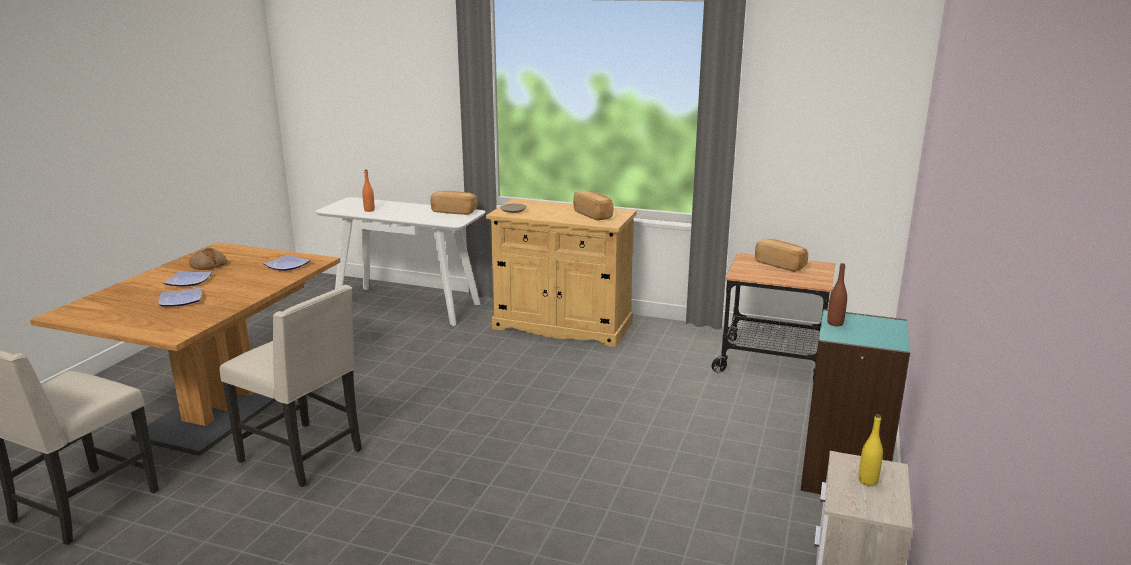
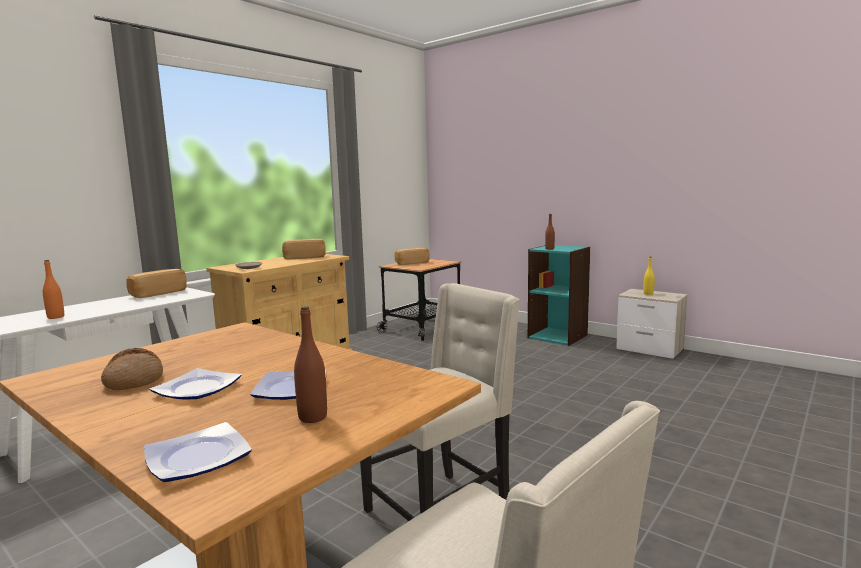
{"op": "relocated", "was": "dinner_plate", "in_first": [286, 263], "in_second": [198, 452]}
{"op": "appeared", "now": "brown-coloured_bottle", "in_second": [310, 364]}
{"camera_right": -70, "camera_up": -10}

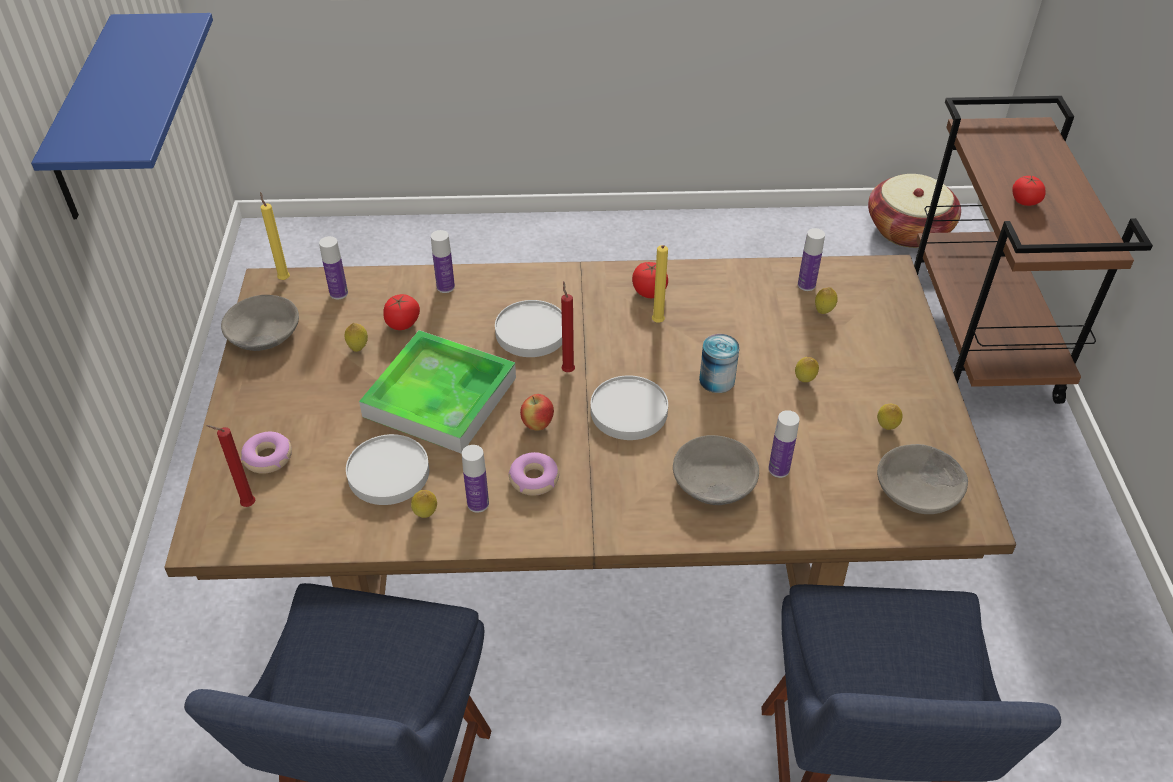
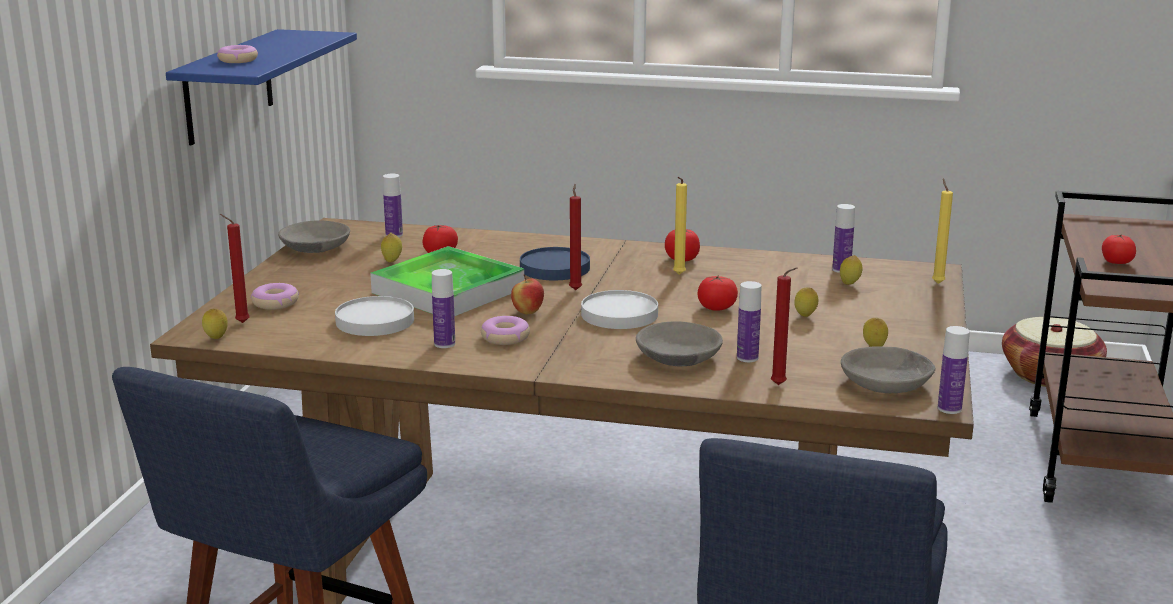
{"op": "relocated", "was": "yellow_candle", "in_first": [275, 236], "in_second": [942, 231]}
{"op": "relocated", "was": "bottle", "in_first": [443, 261], "in_second": [954, 370]}
{"op": "colour", "was": "whitish_dinner_plate", "now": "blue_dinner_plate", "in_first": [528, 328], "in_second": [555, 263]}
{"op": "exchanged", "was": "metal_can", "now": "whole_tomato", "in_first": [719, 363], "in_second": [718, 293]}
{"op": "relocated", "was": "whole_lemon", "in_first": [424, 504], "in_second": [215, 324]}
{"op": "appeared", "now": "doughnut", "in_second": [237, 54]}
{"op": "appeared", "now": "red-coloured_candle", "in_second": [784, 326]}
{"camera_right": 15, "camera_up": -25}

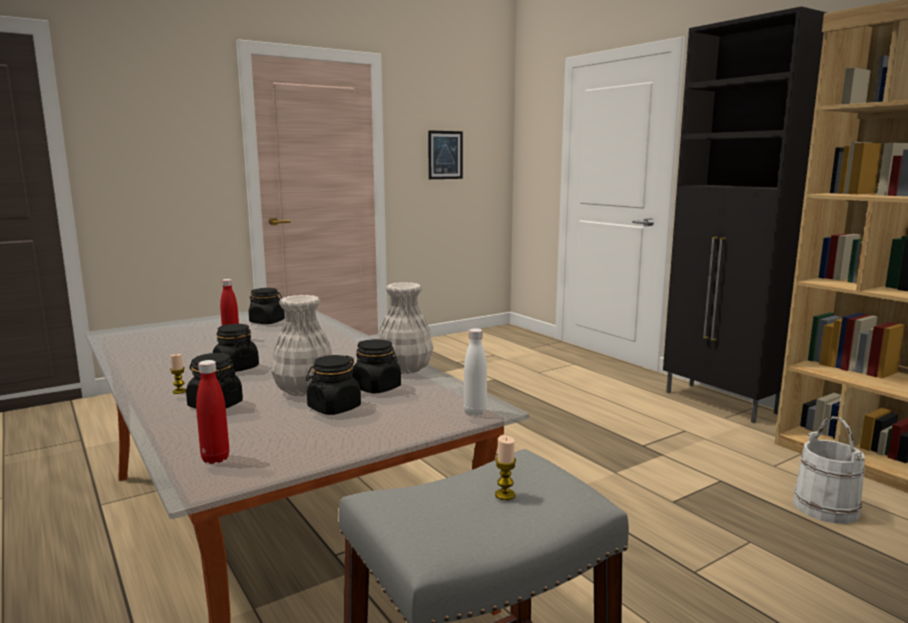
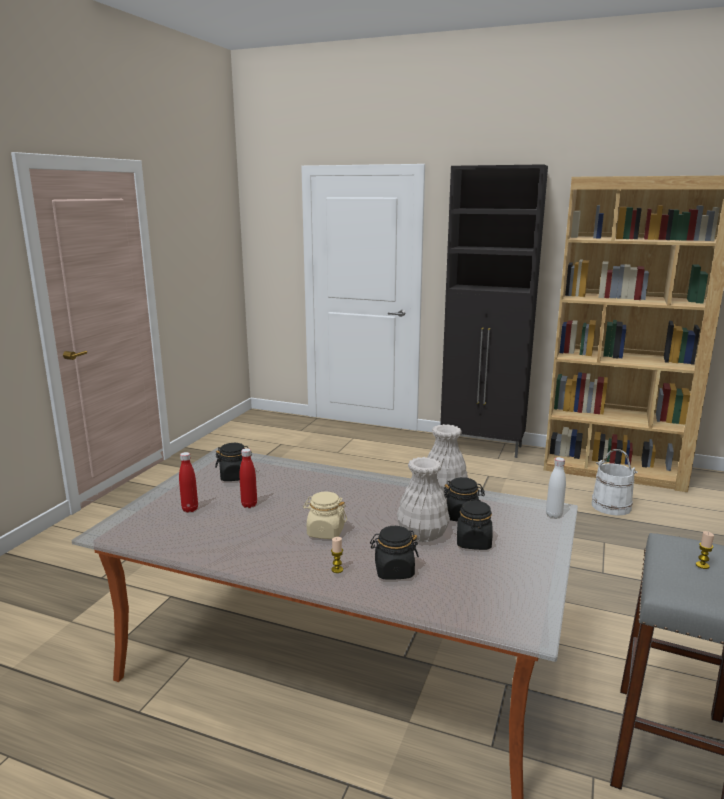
{"op": "missing", "was": "picture", "in_first": [445, 154]}
{"op": "colour", "was": "blackish_preserve_jar", "now": "sand-coloured_preserve_jar", "in_first": [236, 348], "in_second": [325, 515]}
{"op": "relocated", "was": "red-coloured_bottle", "in_first": [212, 412], "in_second": [188, 482]}
{"camera_right": -35, "camera_up": 5}

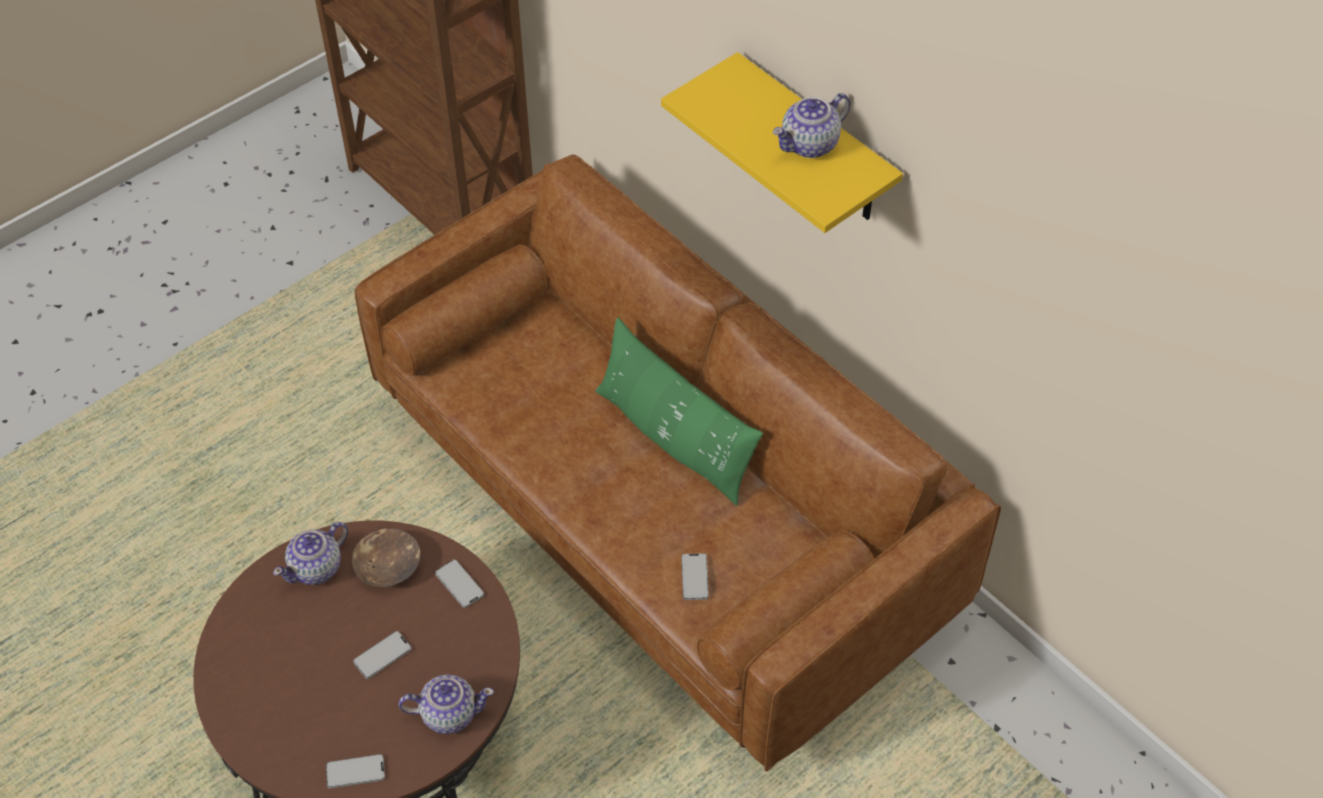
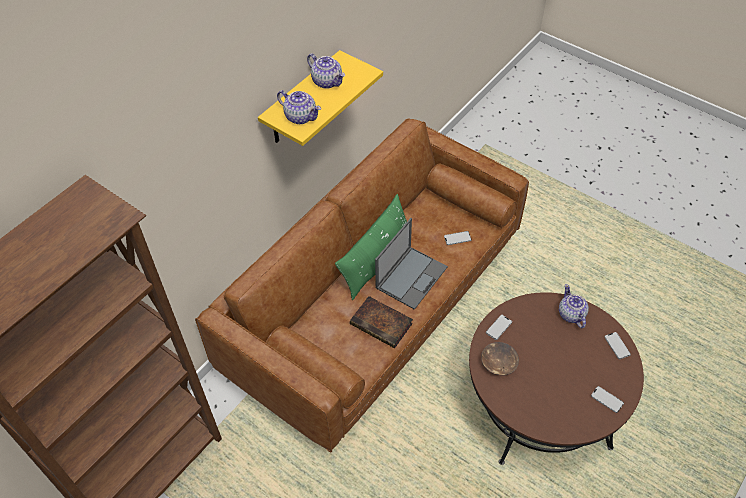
{"op": "relocated", "was": "tea_pot", "in_first": [310, 553], "in_second": [299, 107]}
{"op": "relocated", "was": "handset", "in_first": [382, 655], "in_second": [607, 399]}
{"op": "appeared", "now": "laptop", "in_second": [411, 264]}
{"op": "appeared", "now": "book", "in_second": [381, 322]}
{"camera_right": -100, "camera_up": 0}

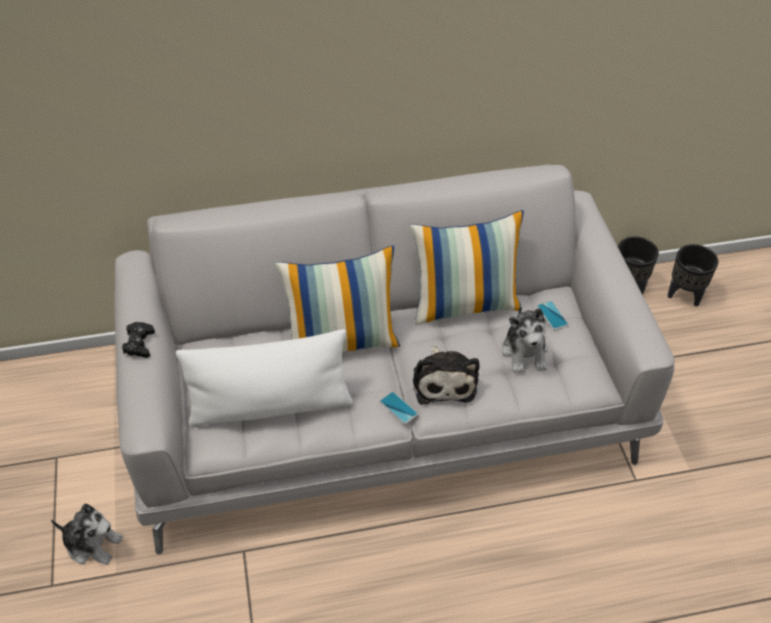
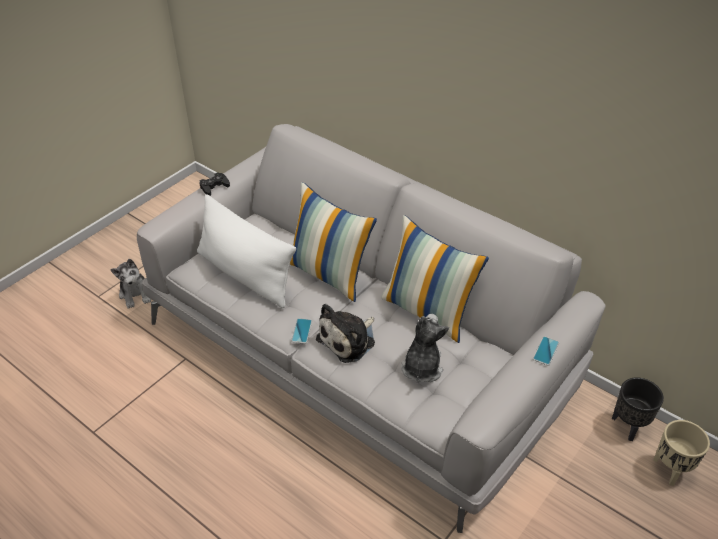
{"op": "colour", "was": "blackish_plant_pot", "now": "sand-coloured_plant_pot", "in_first": [692, 275], "in_second": [681, 453]}
{"op": "relocated", "was": "handset", "in_first": [552, 315], "in_second": [546, 351]}
{"op": "spun", "was": "plush_toy", "in_first": [525, 339], "in_second": [425, 348], "clockwise": 150}
{"camera_right": 50, "camera_up": -5}

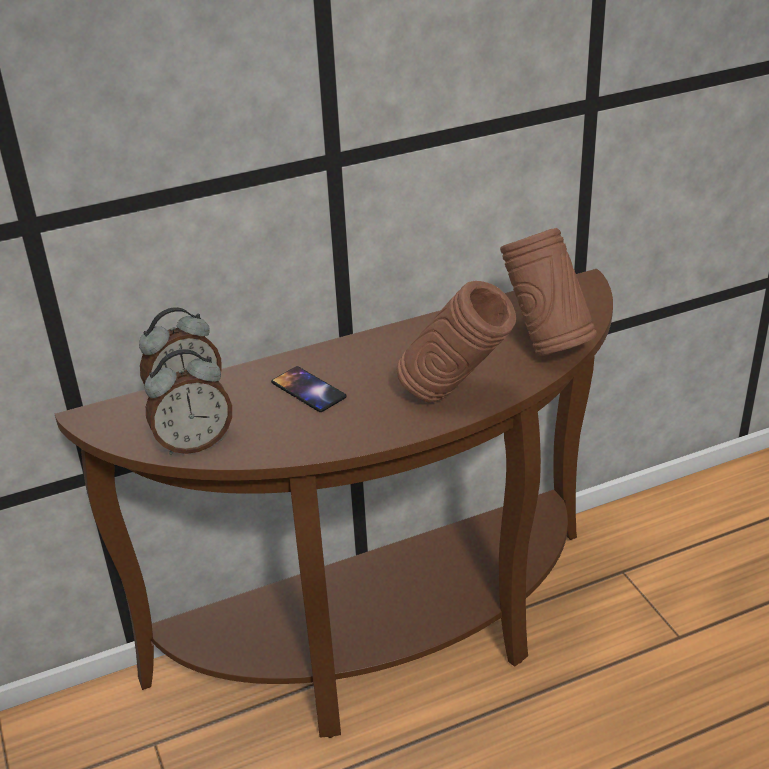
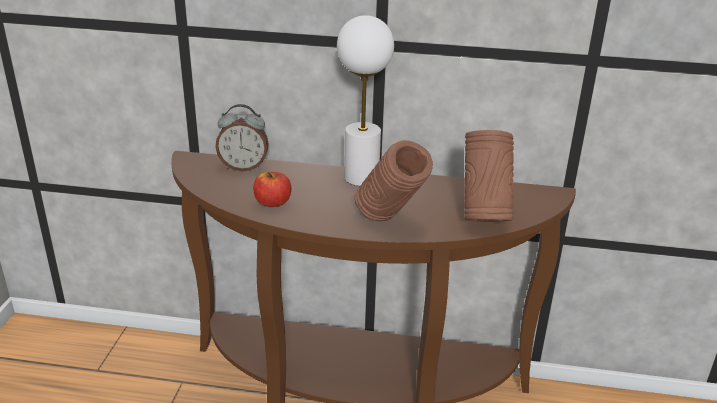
{"op": "missing", "was": "bedside_clock", "in_first": [188, 402]}
{"op": "missing", "was": "handset", "in_first": [309, 389]}
{"op": "appeared", "now": "whitish_table_lamp", "in_second": [365, 100]}
{"op": "appeared", "now": "whole_apple", "in_second": [272, 189]}
{"camera_right": 30, "camera_up": -5}

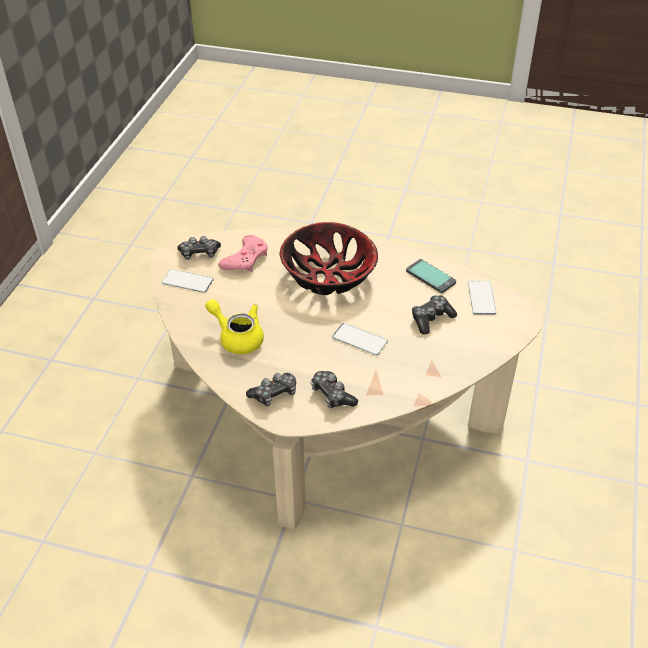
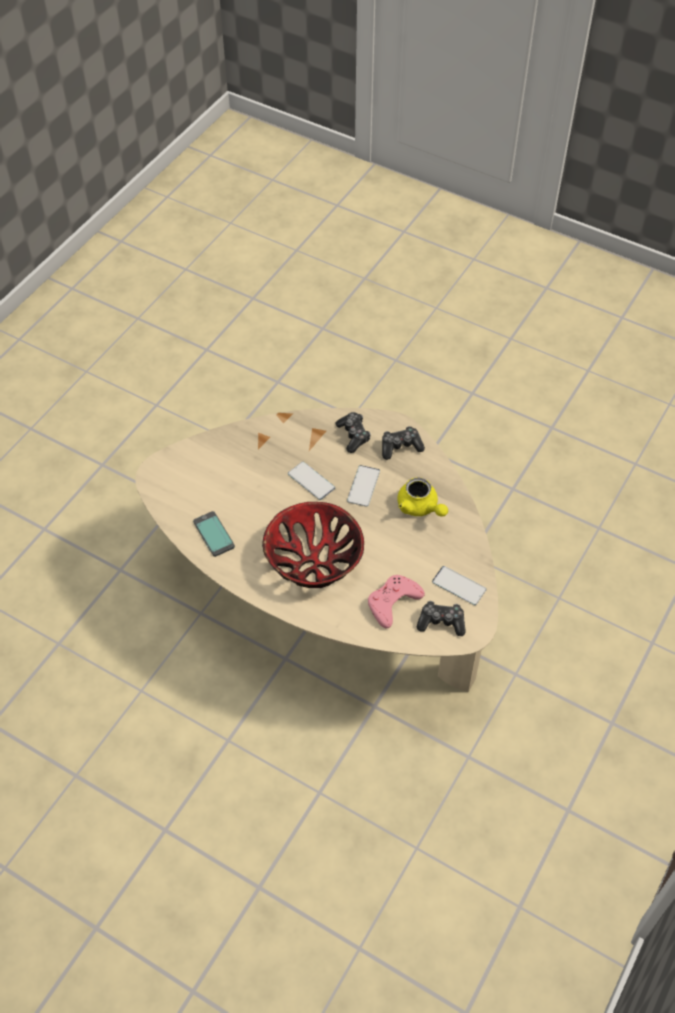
{"op": "relocated", "was": "handset", "in_first": [482, 298], "in_second": [363, 486]}
{"op": "missing", "was": "joypad", "in_first": [434, 315]}
{"camera_right": -165, "camera_up": 10}

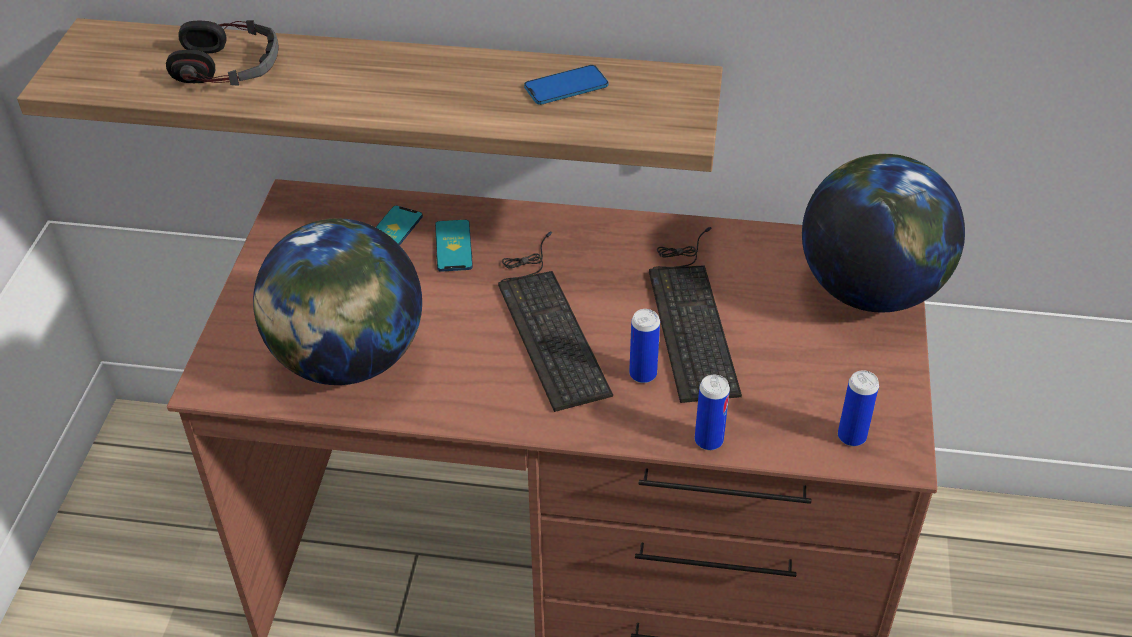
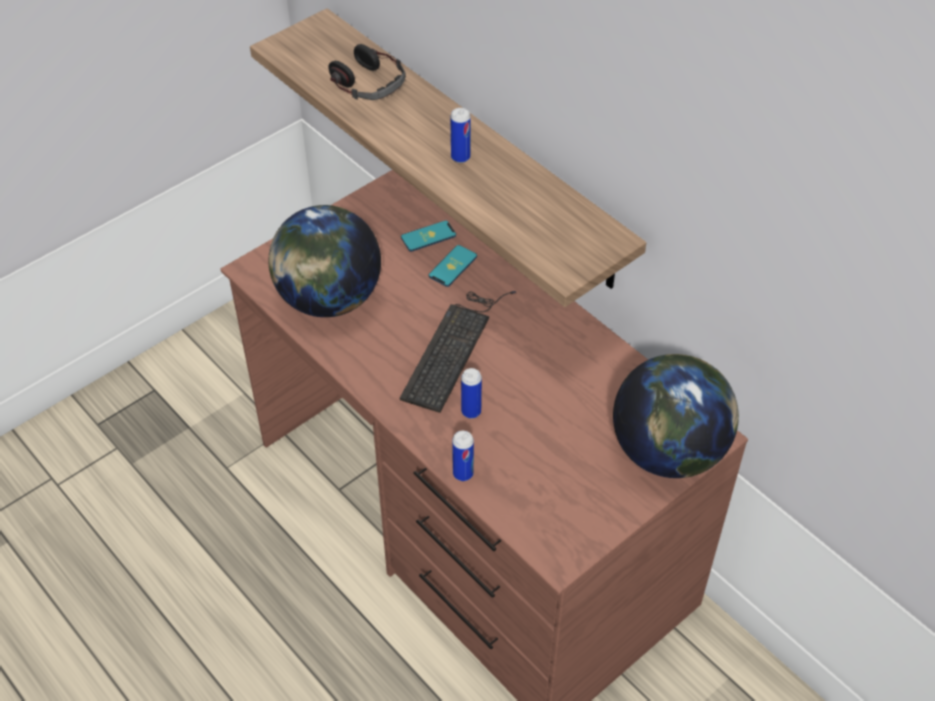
{"op": "missing", "was": "handset", "in_first": [566, 85]}
{"op": "missing", "was": "computer_keyboard", "in_first": [695, 315]}
{"op": "relocated", "was": "metal_can", "in_first": [858, 408], "in_second": [461, 135]}
{"camera_right": 40, "camera_up": 5}

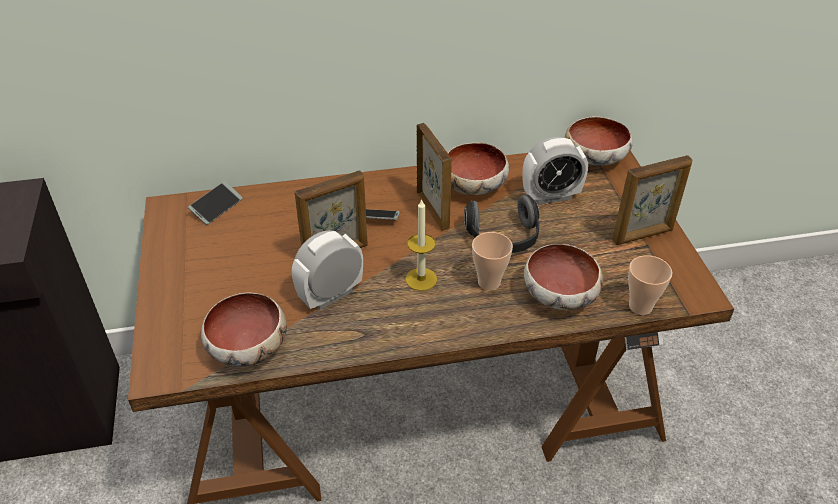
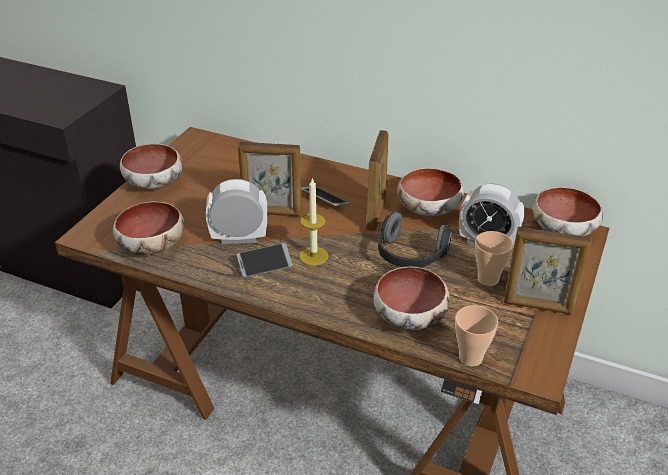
{"op": "relocated", "was": "handset", "in_first": [215, 203], "in_second": [264, 260]}
{"op": "relocated", "was": "drinking_cup", "in_first": [492, 261], "in_second": [494, 258]}
{"op": "appeared", "now": "deep_dish", "in_second": [151, 166]}
{"camera_right": 35, "camera_up": -5}

